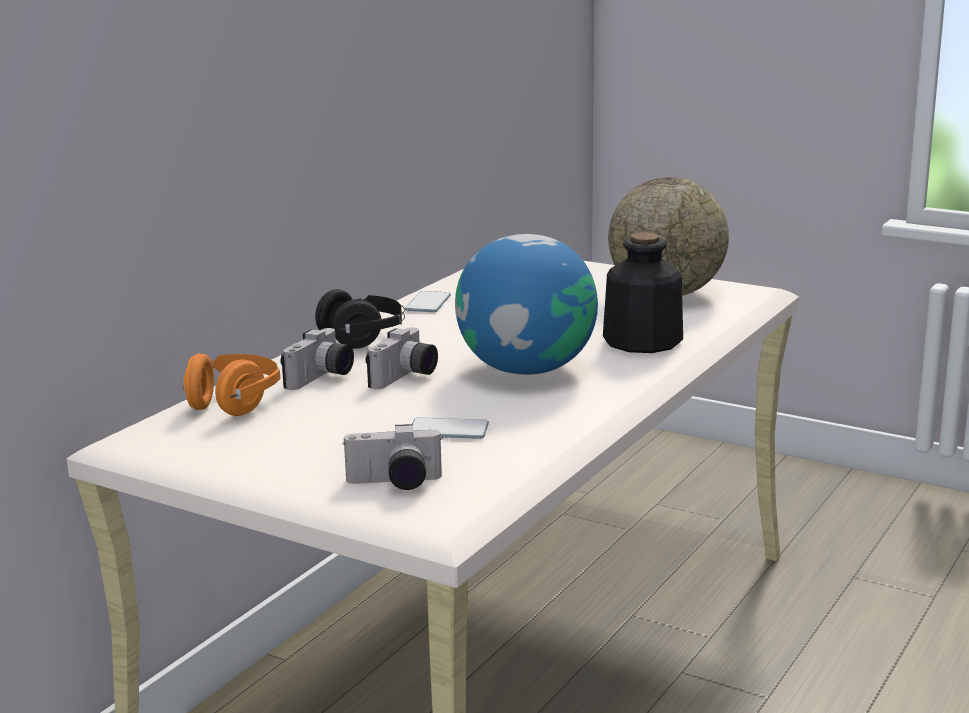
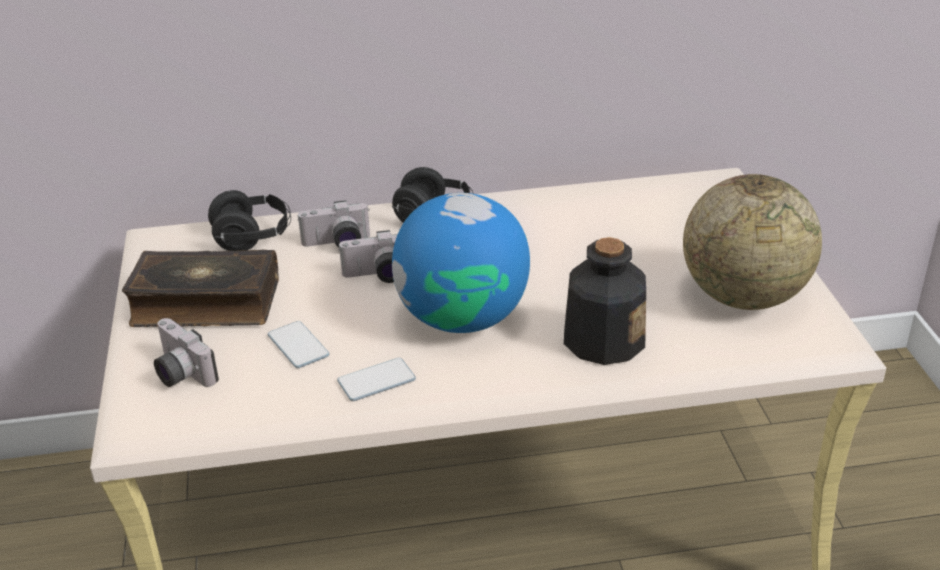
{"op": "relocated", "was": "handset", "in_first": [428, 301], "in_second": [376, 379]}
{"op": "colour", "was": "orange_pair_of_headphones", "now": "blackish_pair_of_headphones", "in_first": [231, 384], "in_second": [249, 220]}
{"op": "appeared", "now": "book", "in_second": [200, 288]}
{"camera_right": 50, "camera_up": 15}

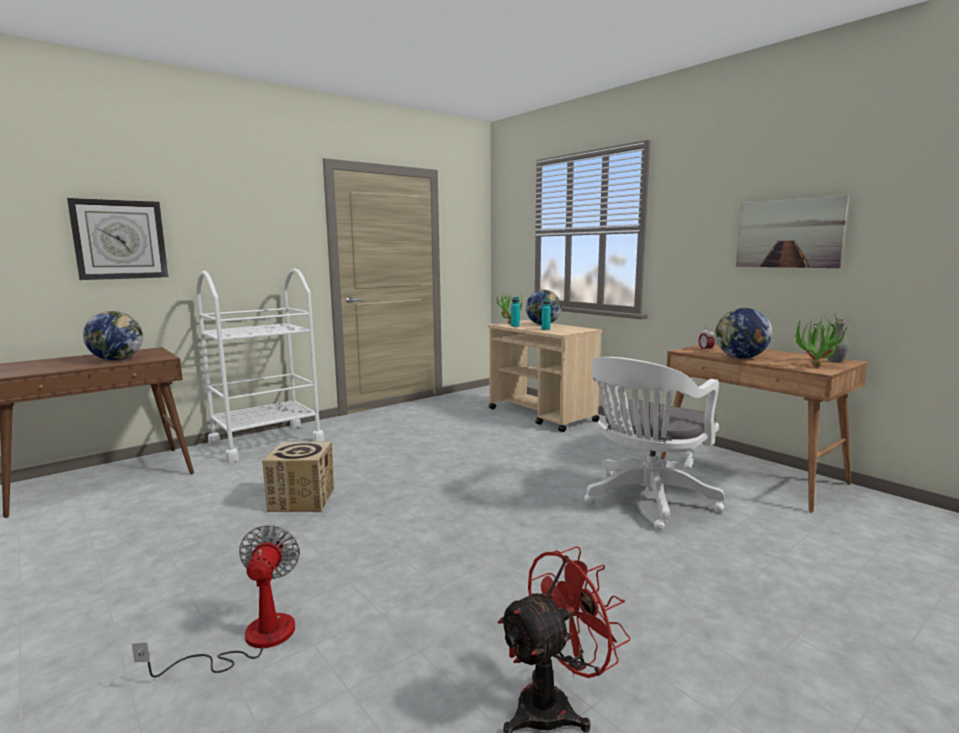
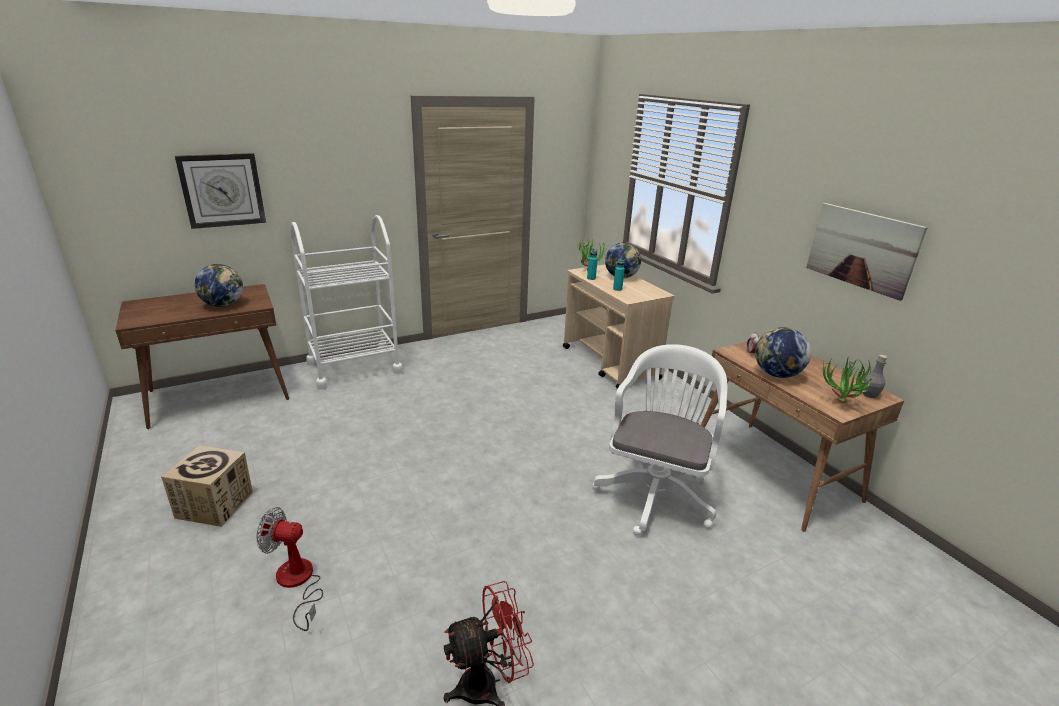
{"op": "spun", "was": "whitish_desk_chair", "in_first": [654, 443], "in_second": [659, 440], "clockwise": 150}
{"op": "relocated", "was": "carton", "in_first": [298, 476], "in_second": [207, 486]}
{"op": "spun", "was": "fan", "in_first": [216, 601], "in_second": [290, 569], "clockwise": -90}
{"camera_right": 10, "camera_up": 15}

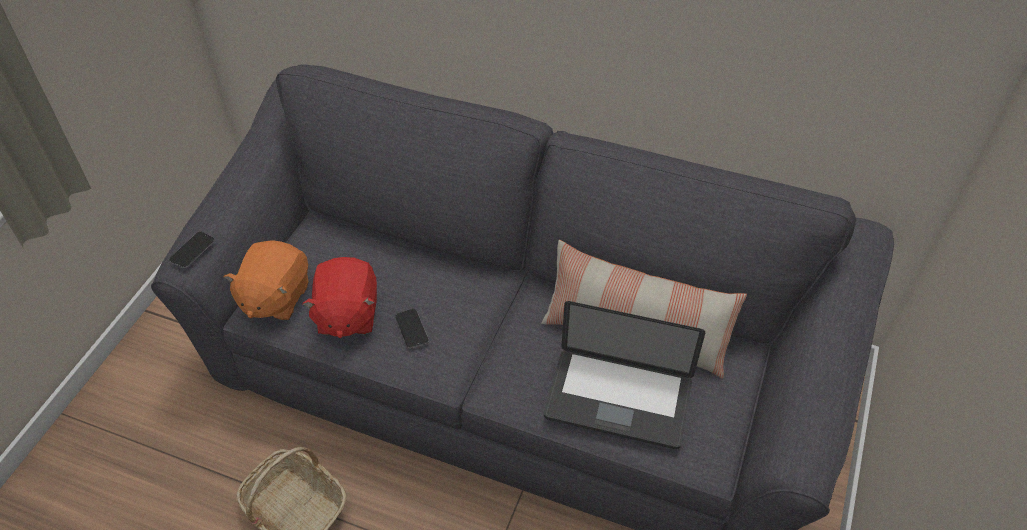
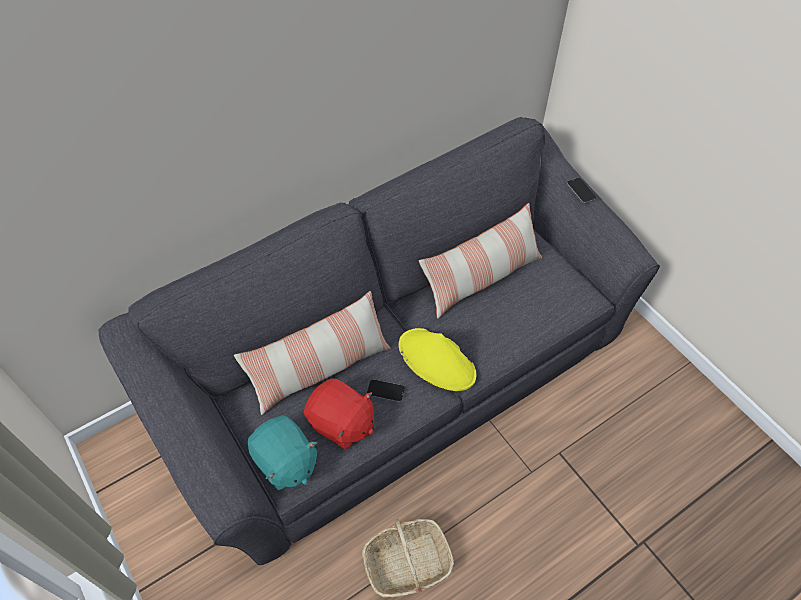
{"op": "relocated", "was": "handset", "in_first": [192, 250], "in_second": [581, 190]}
{"op": "colour", "was": "orange_plush_toy", "now": "turquoise_plush_toy", "in_first": [266, 280], "in_second": [283, 452]}
{"op": "missing", "was": "laptop", "in_first": [624, 375]}
{"op": "appeared", "now": "throw_pillow", "in_second": [312, 353]}
{"op": "appeared", "now": "yellow_clothing_hat", "in_second": [437, 359]}
{"camera_right": -55, "camera_up": 5}

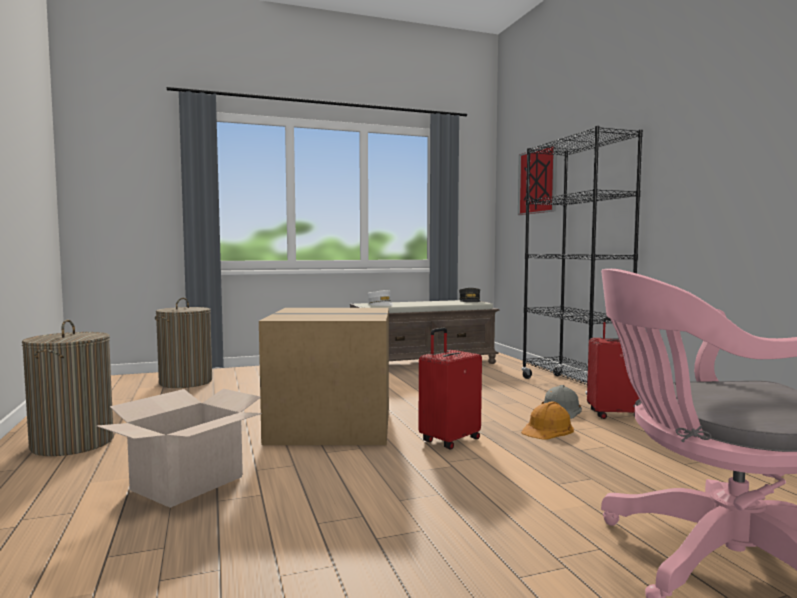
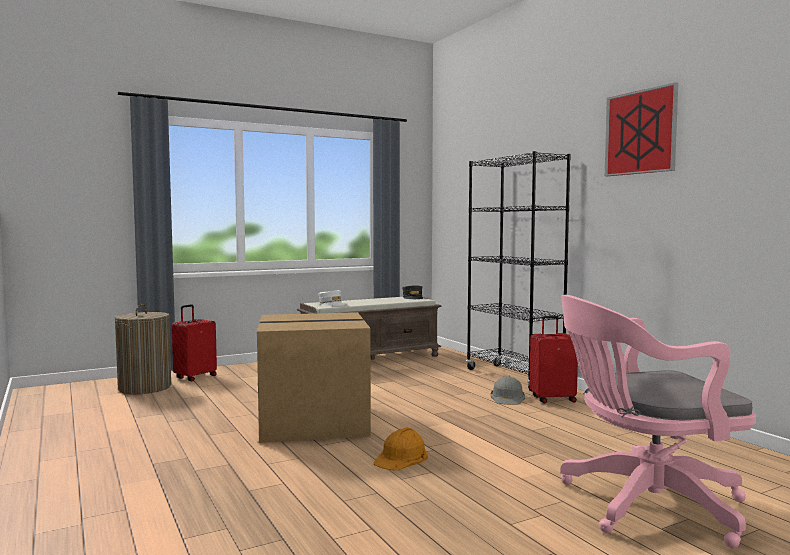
{"op": "relocated", "was": "picture", "in_first": [537, 179], "in_second": [641, 129]}
{"op": "missing", "was": "washing_basket", "in_first": [68, 388]}
{"op": "relocated", "was": "red-coloured_suitcase", "in_first": [450, 388], "in_second": [194, 343]}
{"op": "missing", "was": "carton", "in_first": [179, 448]}
{"op": "relocated", "was": "orange_hard_hat", "in_first": [547, 420], "in_second": [400, 449]}
{"camera_right": -10, "camera_up": 0}

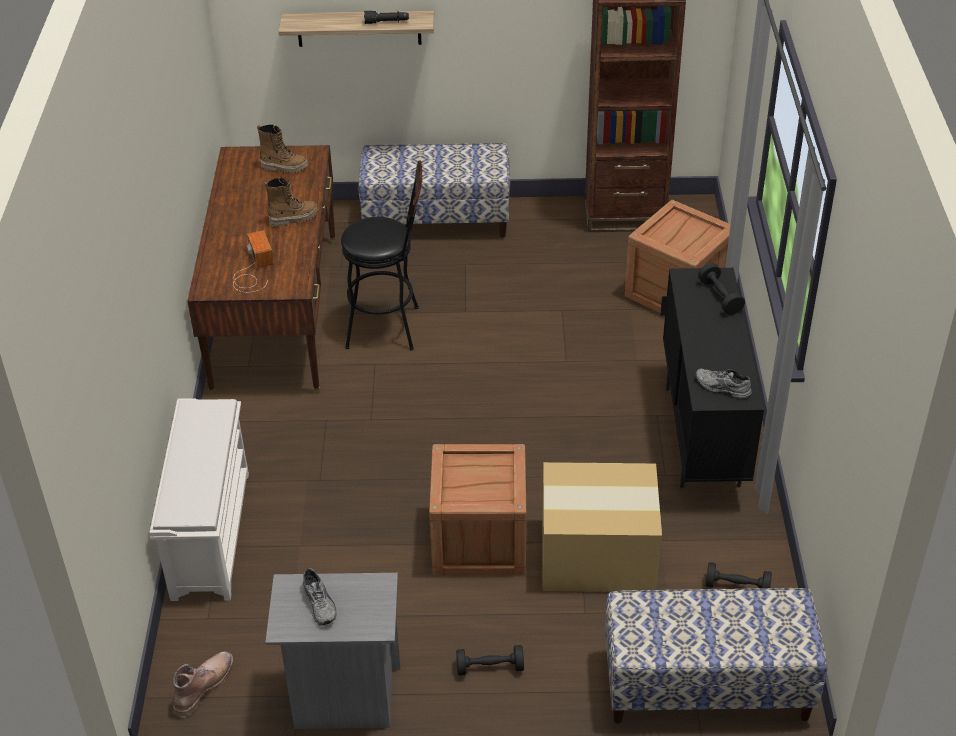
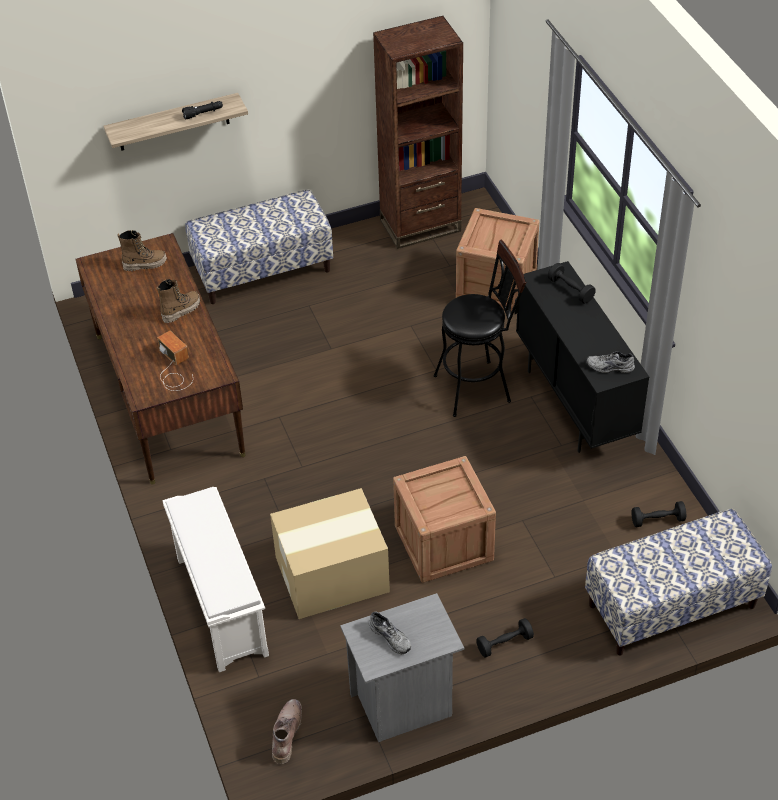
{"op": "relocated", "was": "blackish_stool_seat", "in_first": [381, 255], "in_second": [480, 328]}
{"op": "relocated", "was": "carton", "in_first": [602, 527], "in_second": [330, 553]}
{"camera_right": -20, "camera_up": 5}

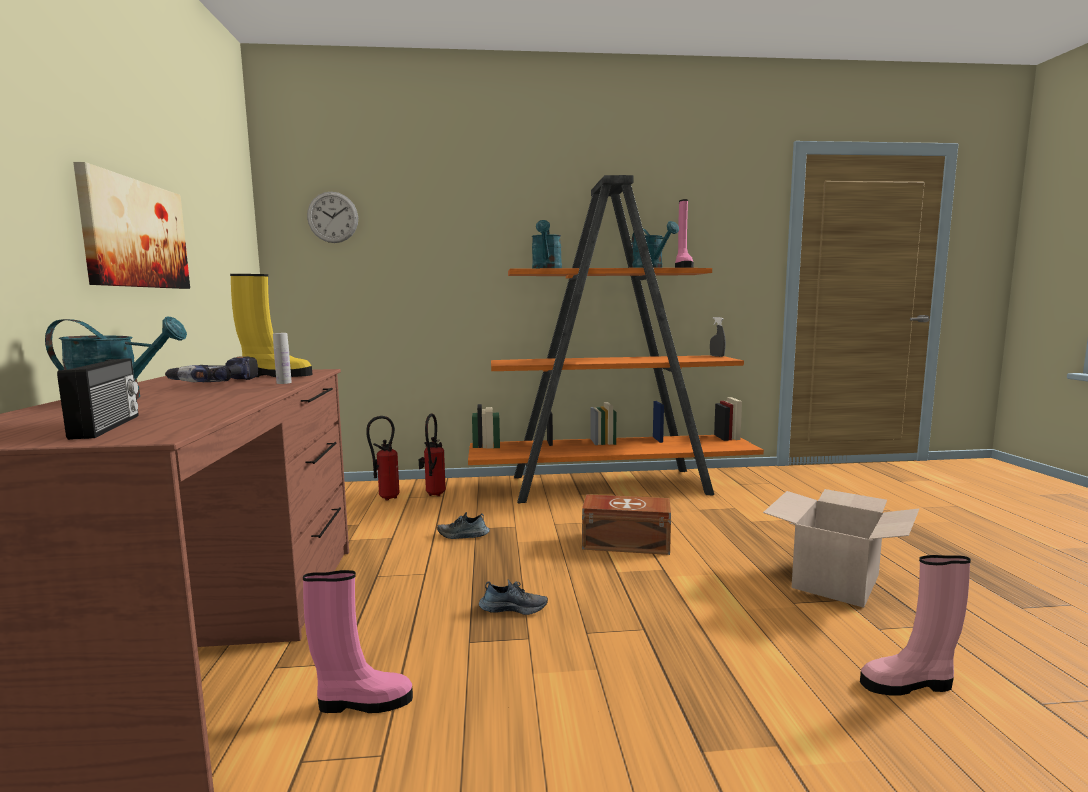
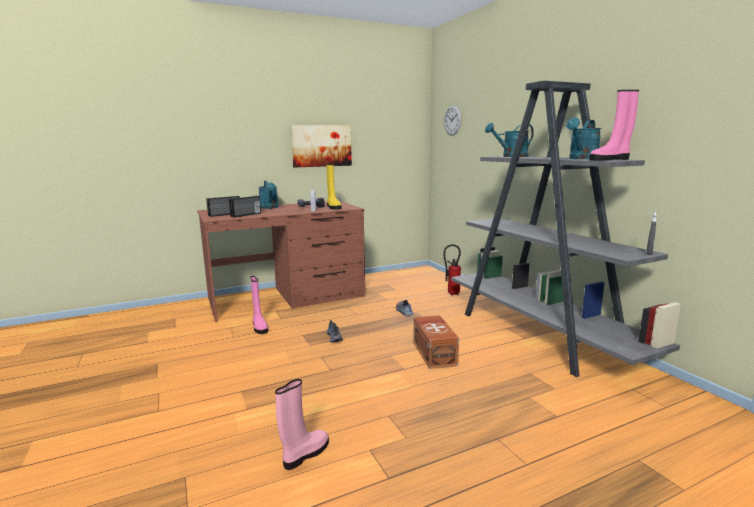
{"op": "colour", "was": "orange_shelving_unit", "now": "gray_shelving_unit", "in_first": [616, 339], "in_second": [566, 229]}
{"op": "missing", "was": "fire-fighting_cylinder", "in_first": [383, 458]}
{"op": "missing", "was": "carton", "in_first": [841, 548]}
{"op": "spun", "was": "pink-coloured_boot", "in_first": [915, 625], "in_second": [302, 424], "clockwise": 60}
{"op": "appeared", "now": "radio", "in_second": [245, 206]}
{"camera_right": 70, "camera_up": 5}

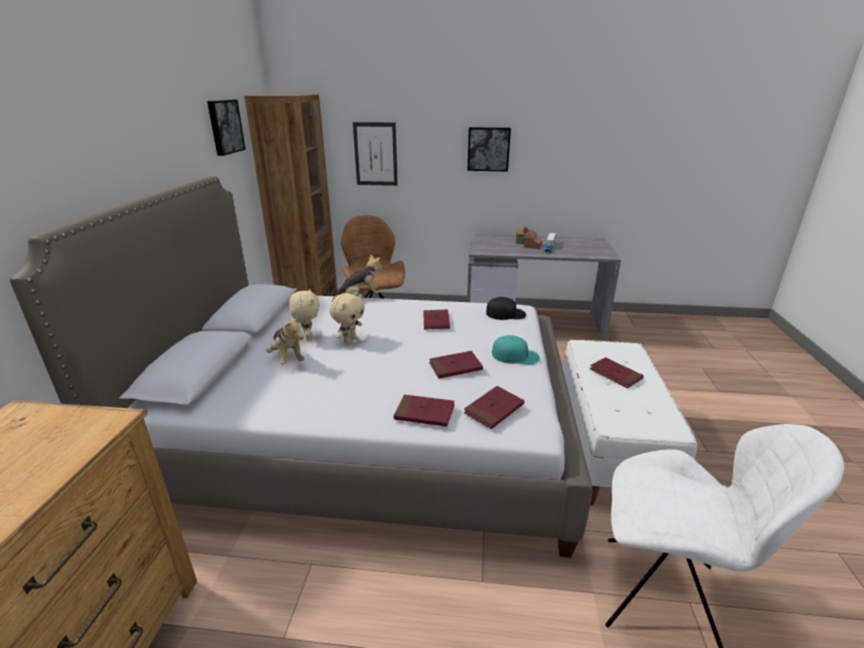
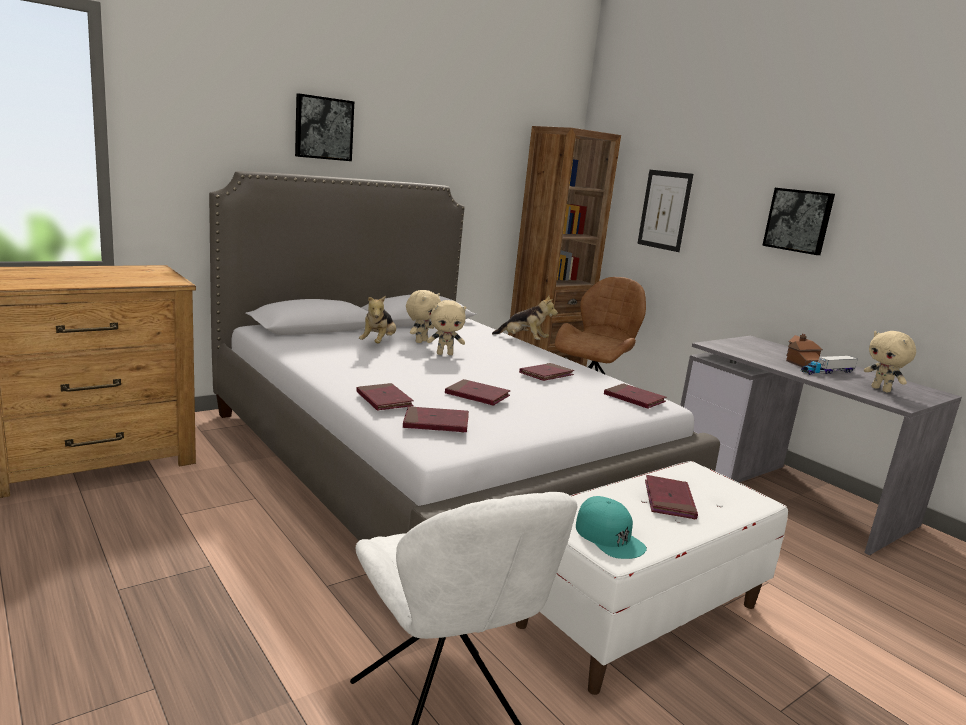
{"op": "relocated", "was": "picture", "in_first": [226, 128], "in_second": [324, 127]}
{"op": "exchanged", "was": "blackish_cap", "now": "red-coloured_book", "in_first": [506, 308], "in_second": [635, 395]}
{"op": "relocated", "was": "turquoise_cap", "in_first": [516, 350], "in_second": [611, 527]}
{"op": "appeared", "now": "sand-coloured_plush_toy", "in_second": [890, 361]}
{"camera_right": 45, "camera_up": -10}

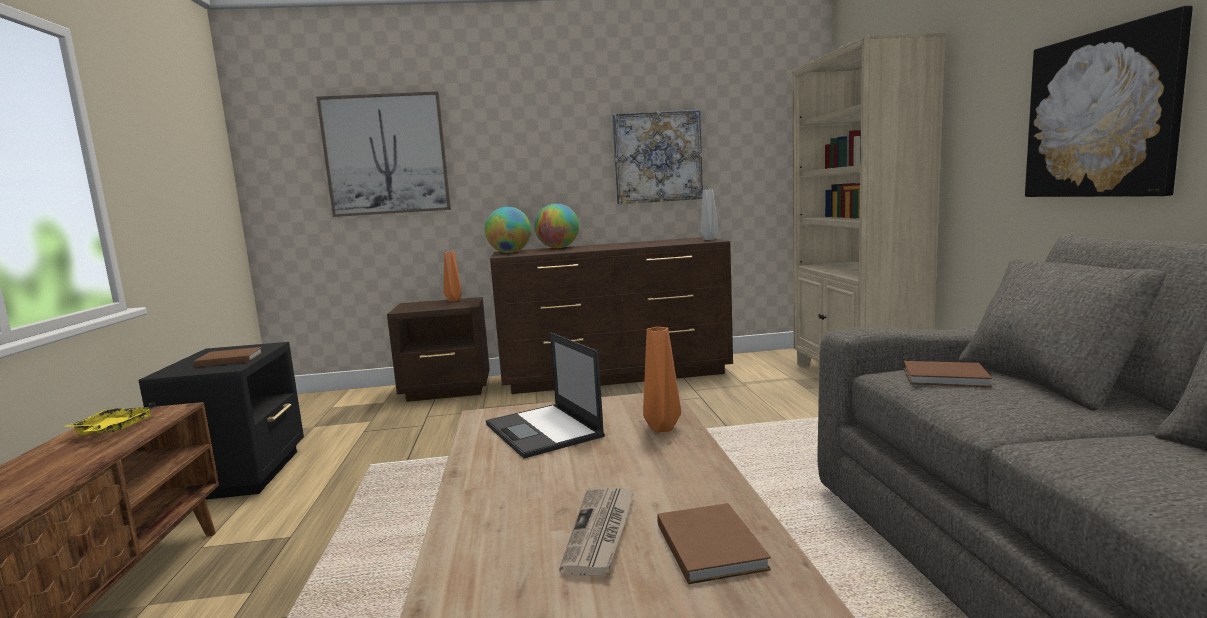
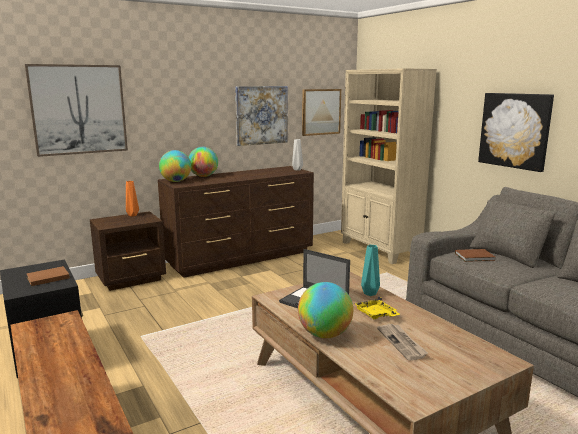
{"op": "colour", "was": "orange_flower_vase", "now": "turquoise_flower_vase", "in_first": [662, 379], "in_second": [370, 270]}
{"op": "relocated", "was": "yellow_carrying_tray", "in_first": [109, 418], "in_second": [377, 307]}
{"op": "missing", "was": "brown-coloured_book", "in_first": [714, 543]}
{"op": "appeared", "now": "picture", "in_second": [321, 112]}
{"op": "appeared", "now": "desk_globe", "in_second": [325, 310]}
{"camera_right": -25, "camera_up": 5}

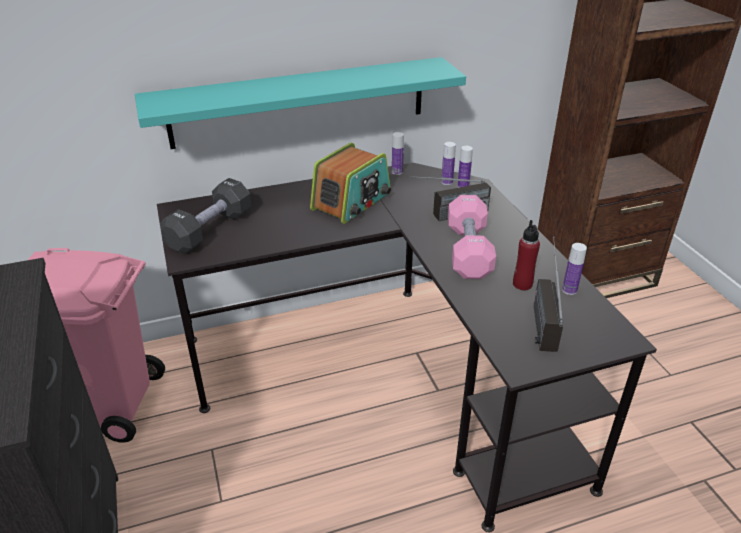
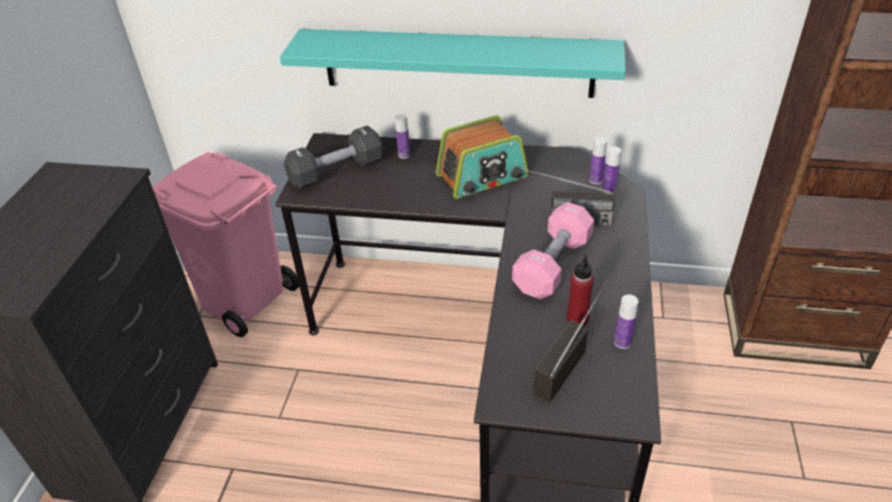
{"op": "relocated", "was": "bottle", "in_first": [398, 153], "in_second": [402, 136]}
{"camera_right": 30, "camera_up": 5}

